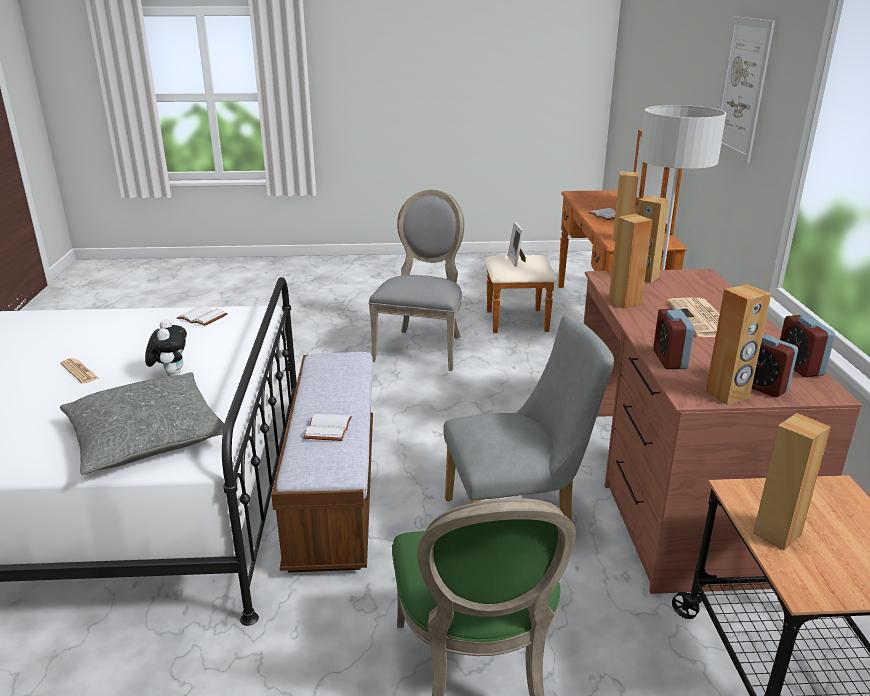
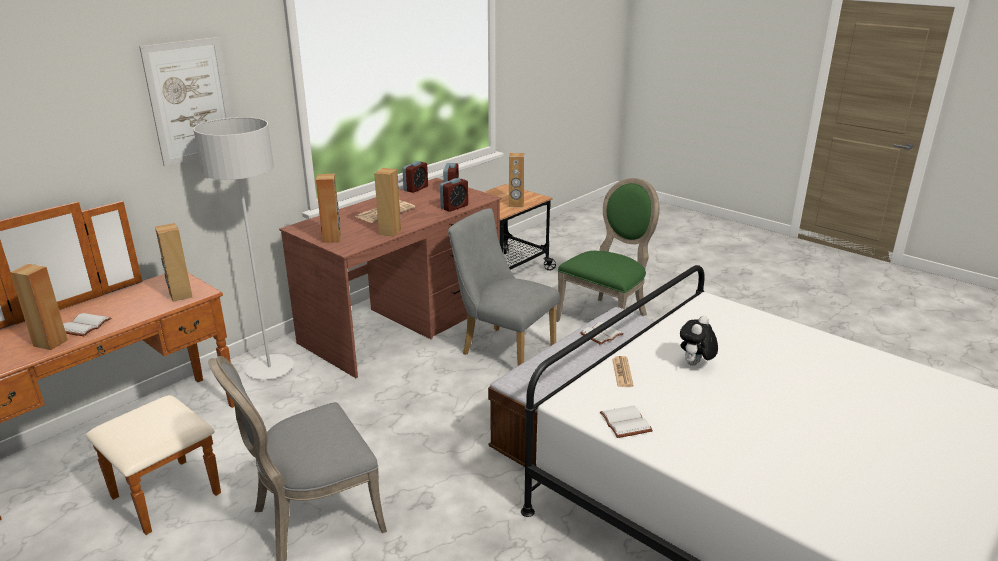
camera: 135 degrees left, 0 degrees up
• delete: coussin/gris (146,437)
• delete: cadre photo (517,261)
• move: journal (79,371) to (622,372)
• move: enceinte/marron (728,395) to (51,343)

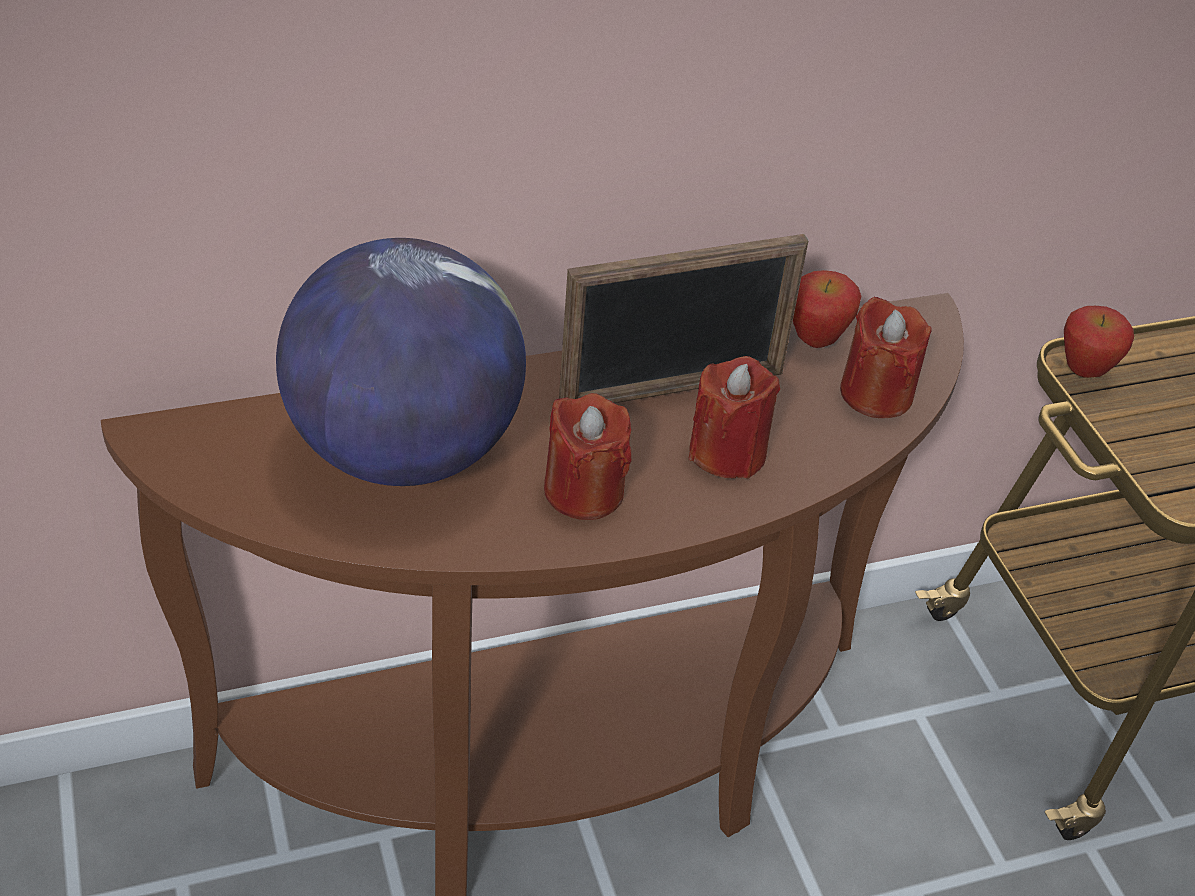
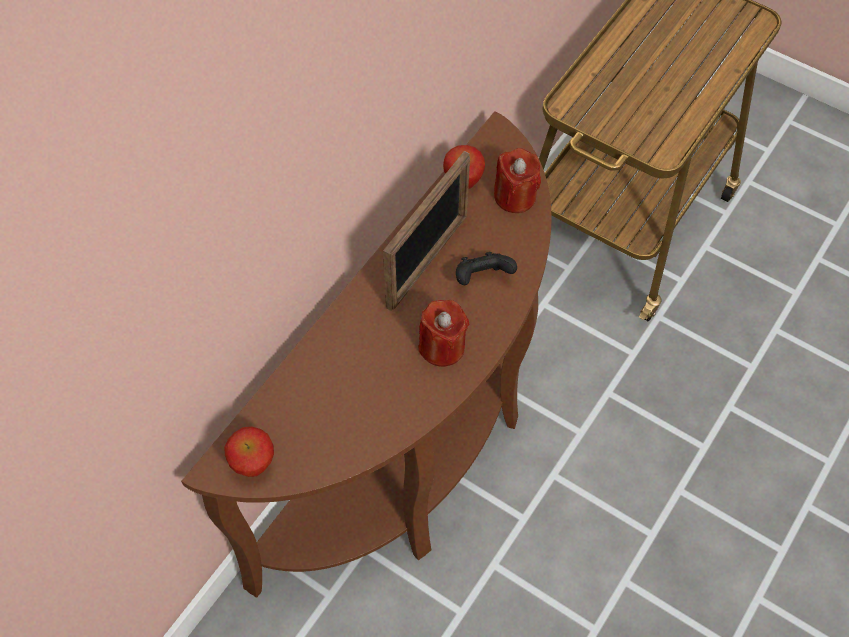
camera: 35 degrees left, 15 degrees up
• delete: globe (404,451)
• move: pomme (1084,371) to (254,465)
• replace: bougie/rouge (727,452) to manette/noir (482,278)

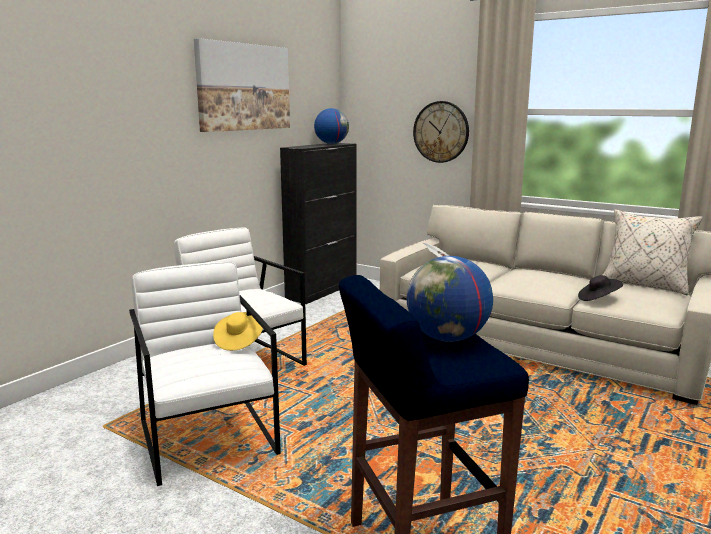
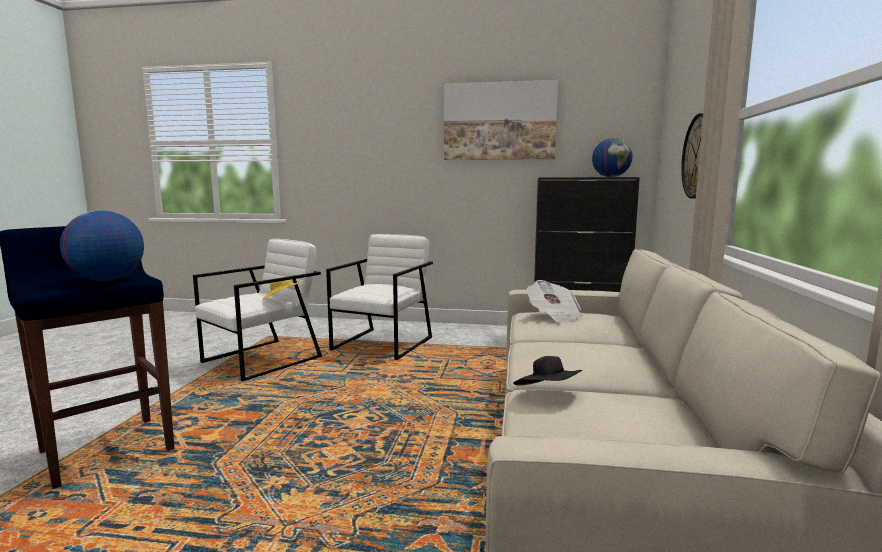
camera: 65 degrees right, 5 degrees down
• delete: coussin/beige (644,285)

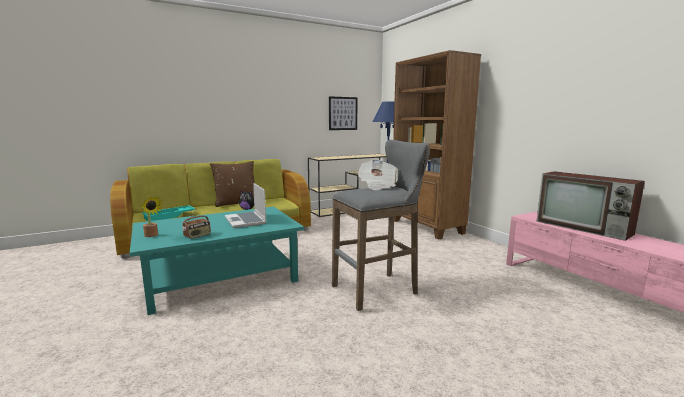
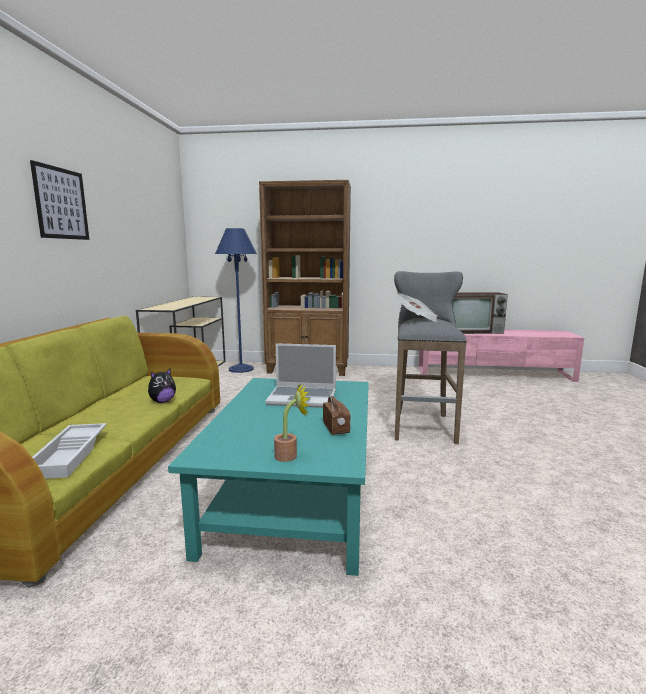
camera: 55 degrees left, 0 degrees up
• delete: coussin/marron (236,203)
• move: tableau (343,113) to (61,203)
• recolor: plateau/turquoise (169,216) to plateau/blanc (71,455)

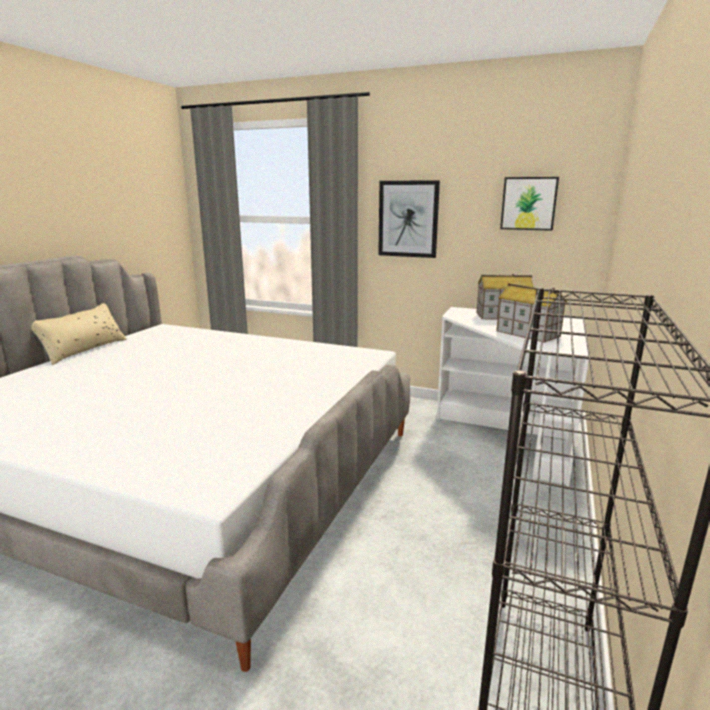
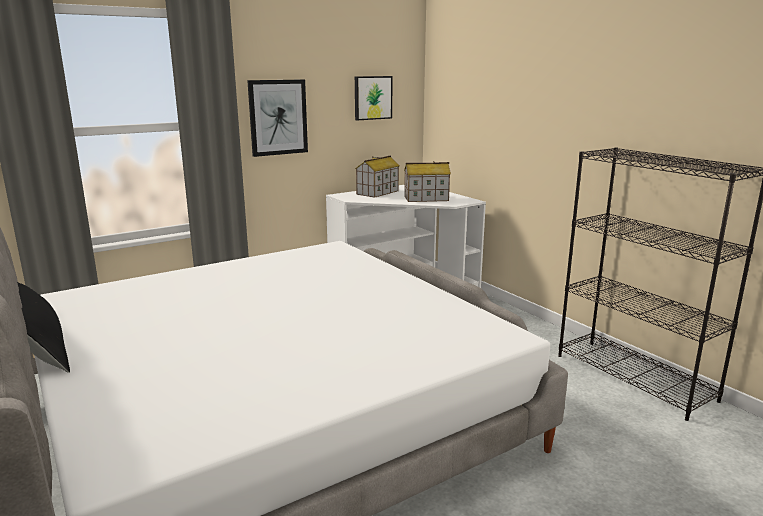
camera: 55 degrees left, 0 degrees up
• recolor: coussin/beige (84,350) to coussin/noir (42,349)

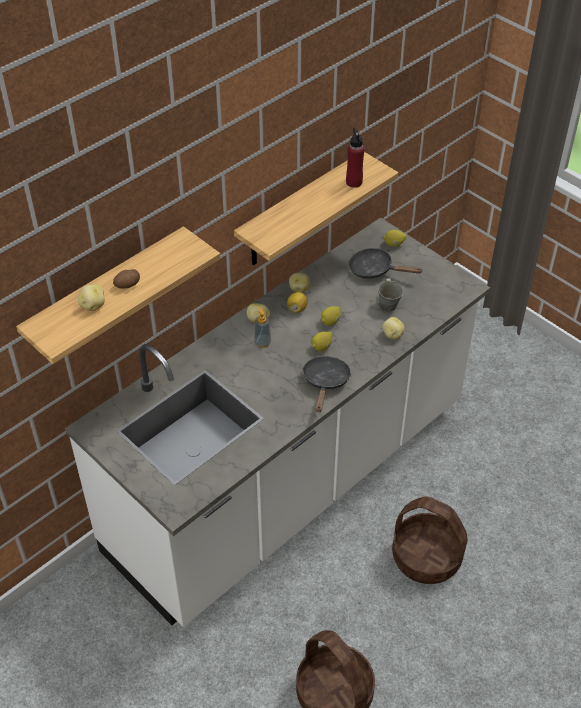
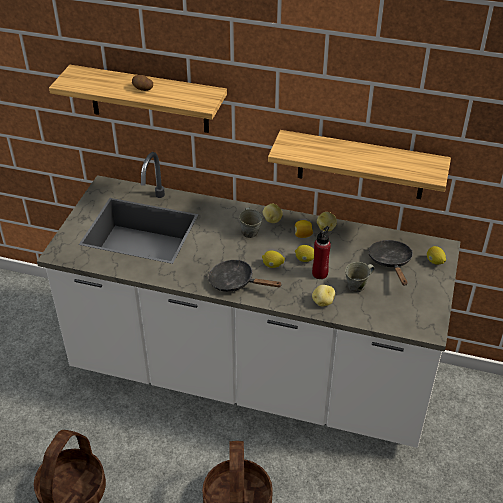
camera: 60 degrees right, 5 degrees down
• delete: pomme de terre (92,305)
• move: bouteille/rouge (354,182) to (320,273)
• replace: distributeur de savon (262,342) to mug/gris (250,231)
• rotate: poêle/noir (325,382) = (235,282) 135 degrees counterclockwise

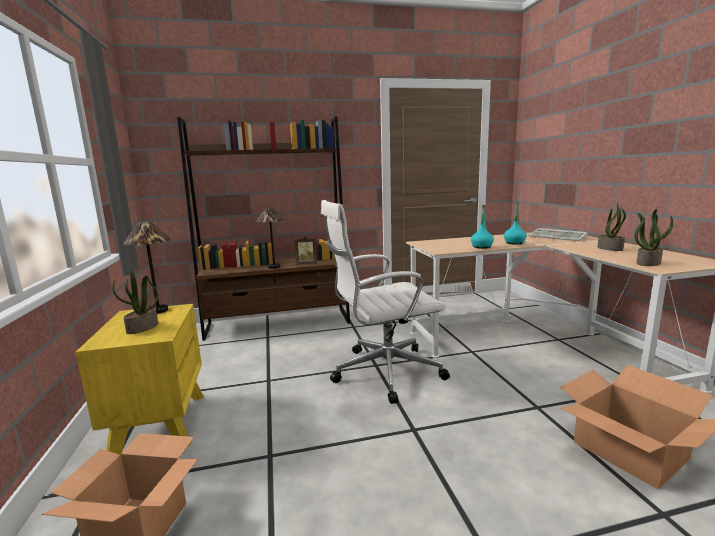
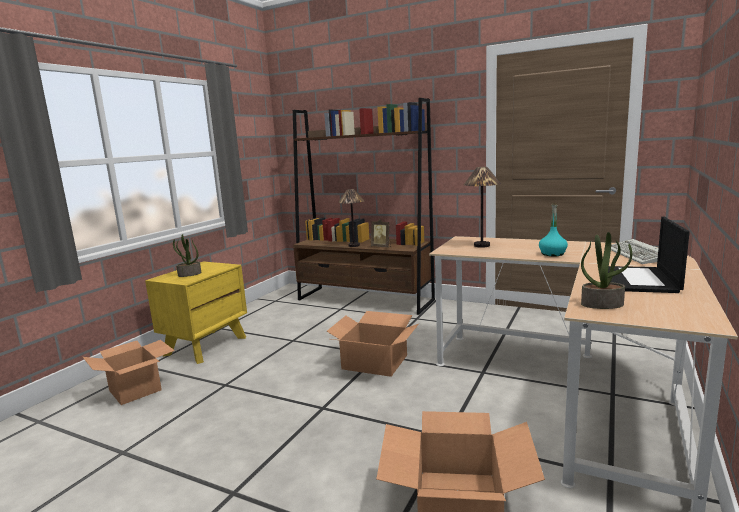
camera: 40 degrees right, 0 degrees up
• delete: bouteille/turquoise (482,247)
• move: lampe de table (158,311) to (481,245)
• replace: chaise de bureau/blanc (383,372) to carton (375,362)
• replace: plante en pot (610,248) to ordinateur portable (639,280)

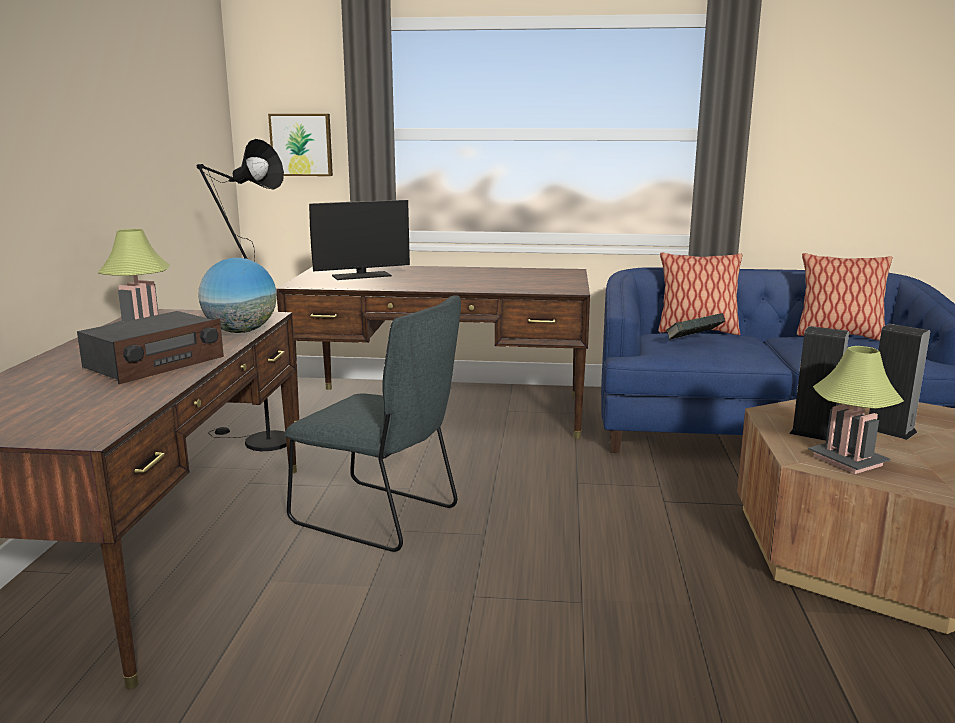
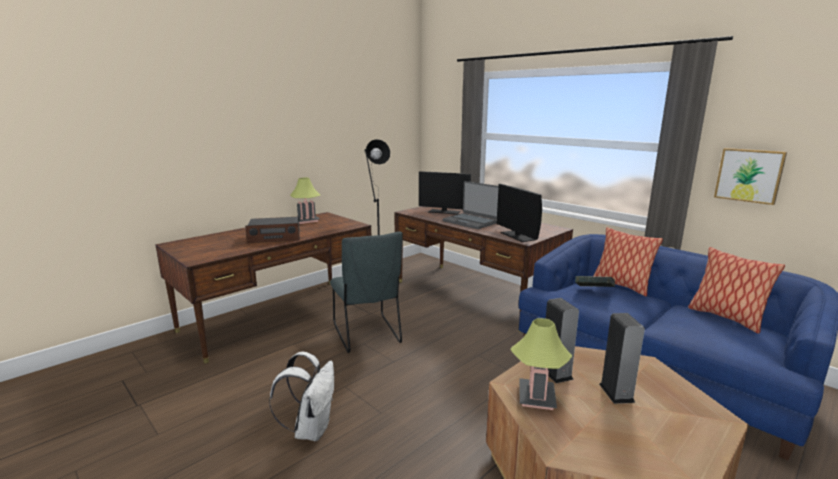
camera: 40 degrees right, 0 degrees up
• delete: globe (241,331)
• insert: sac à dos/blanc (311,429)
• insert: ordinateur portable (470,222)
• insert: écran d'ordinateur (517,236)
• move: tableau (301,144) to (749,175)

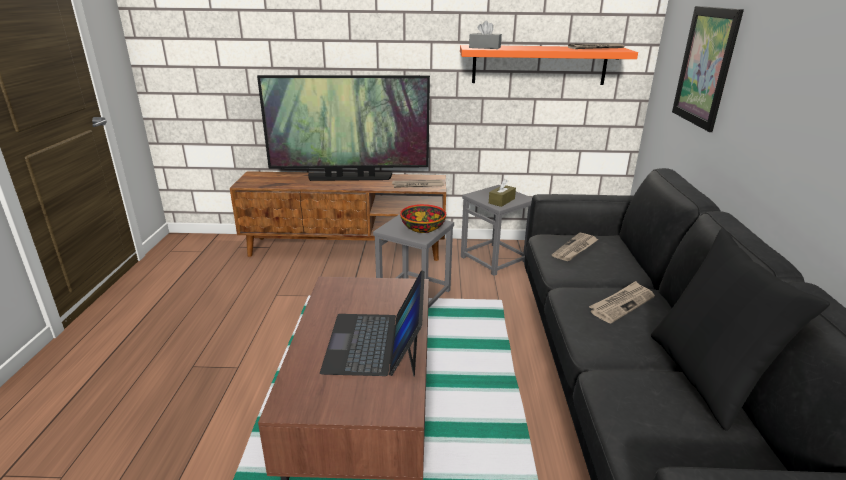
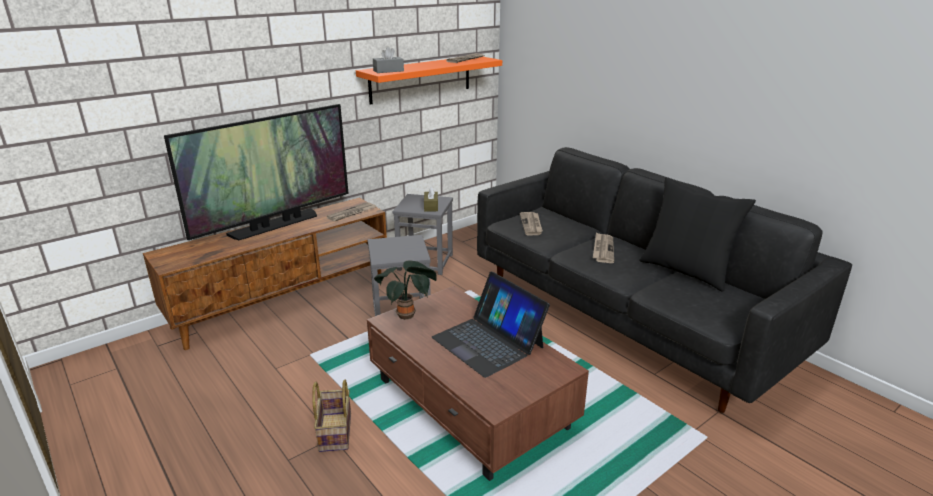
camera: 40 degrees left, 0 degrees up
• delete: bol (423,228)
• delete: tableau (705,67)
• insert: panier (334,431)
• insert: plante en pot (408,315)

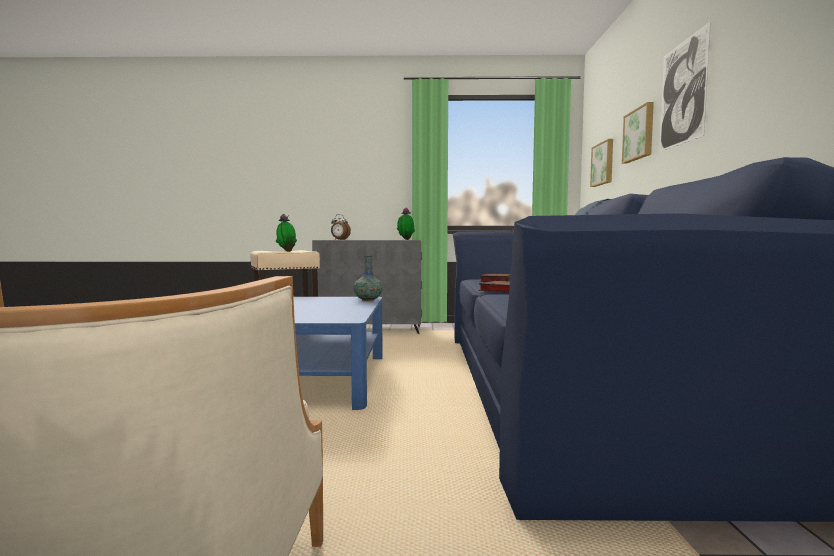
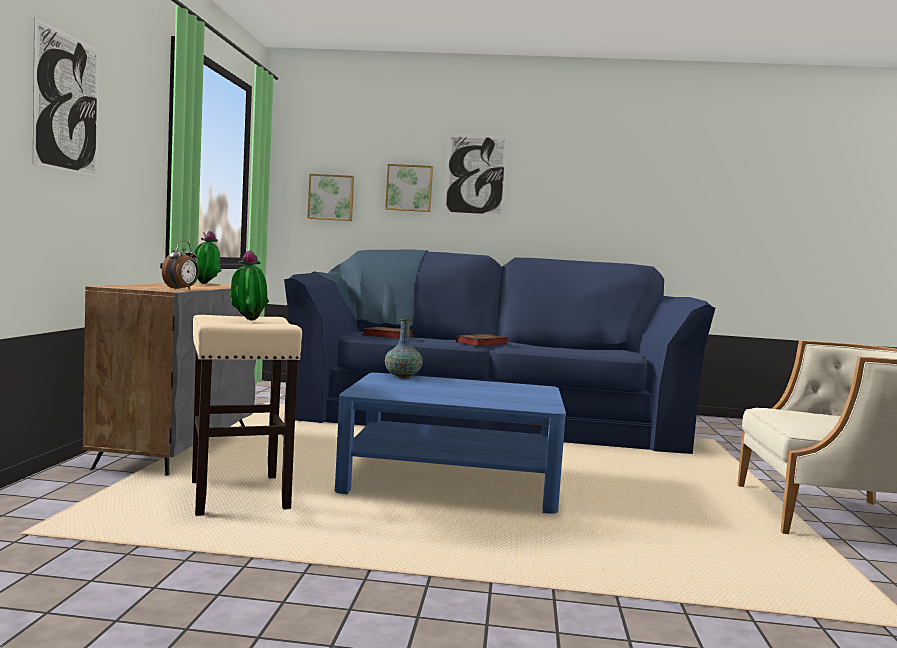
camera: 85 degrees left, 0 degrees up
• insert: tableau (67,103)

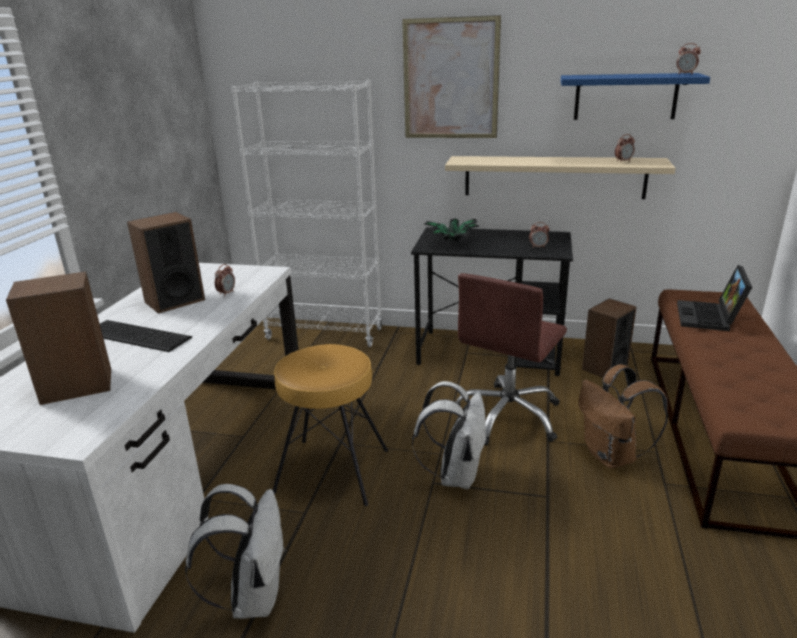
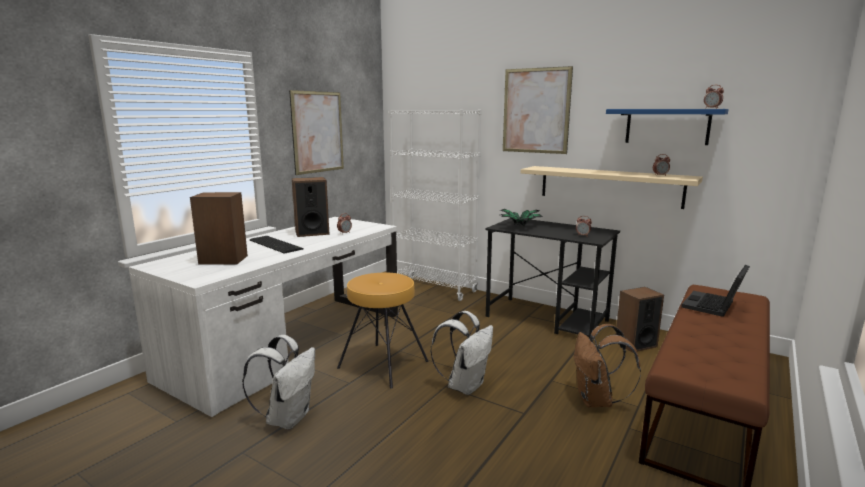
camera: 20 degrees right, 10 degrees down
• delete: chaise de bureau/marron (508,416)
• insert: tableau (318,132)

